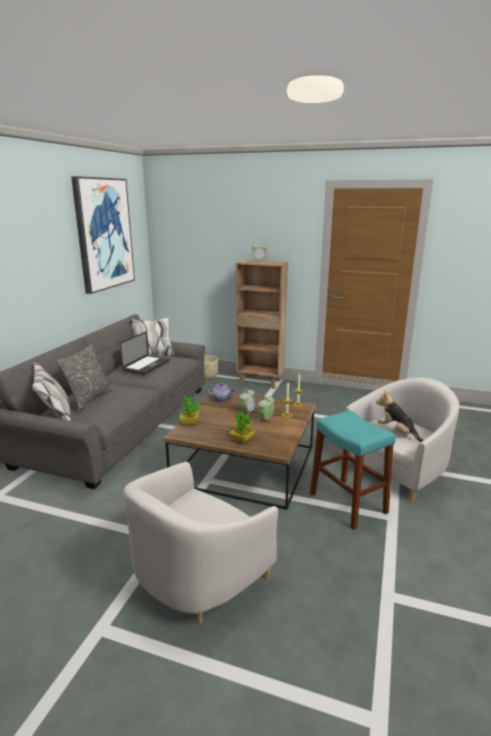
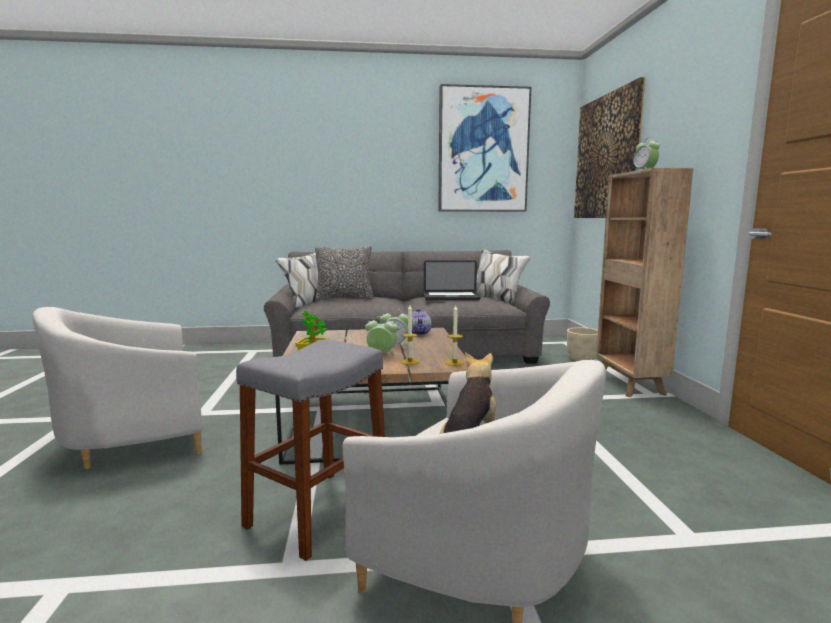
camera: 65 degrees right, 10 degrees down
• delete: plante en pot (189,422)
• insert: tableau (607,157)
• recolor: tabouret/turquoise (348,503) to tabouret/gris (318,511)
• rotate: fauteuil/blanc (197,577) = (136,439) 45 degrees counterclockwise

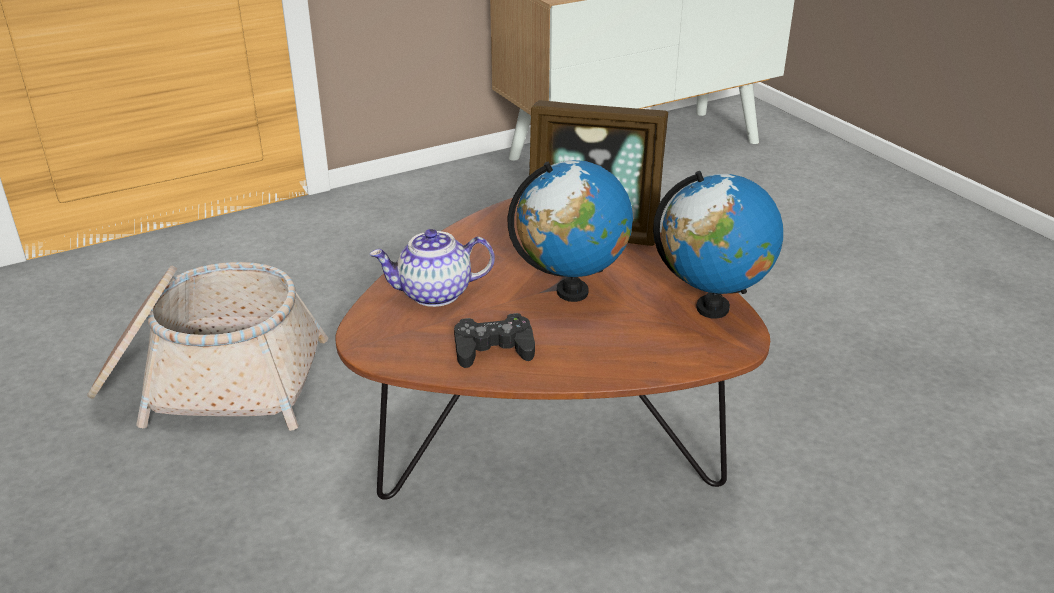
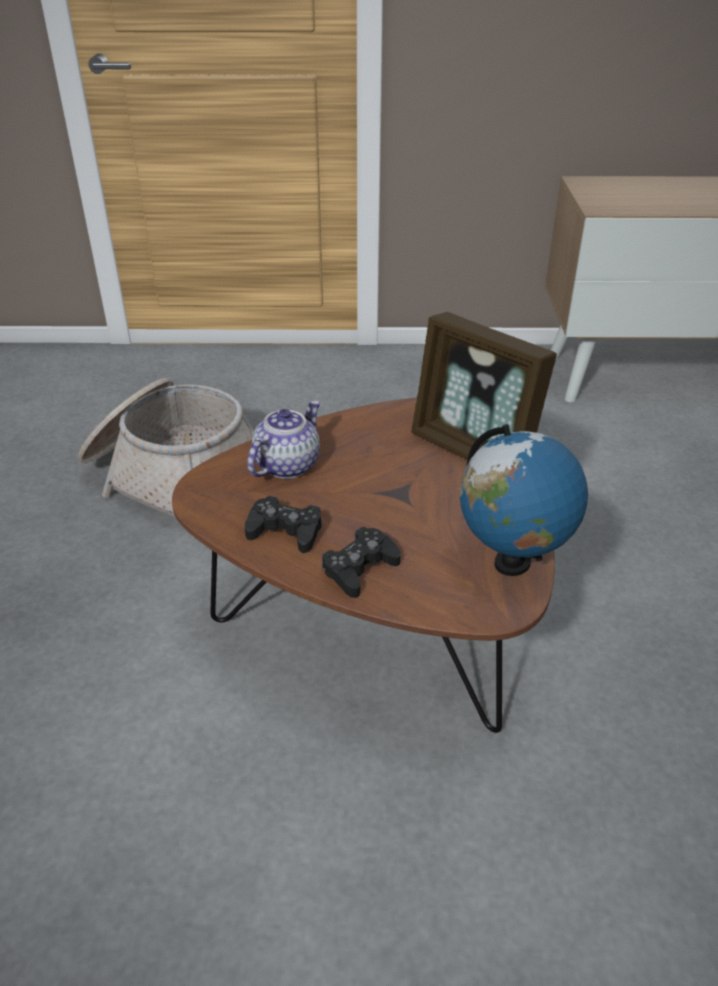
camera: 30 degrees right, 5 degrees up
• delete: globe (572,292)
• insert: manette/noir (359,568)
• rotate: théière (434,294) = (286,465) 105 degrees clockwise

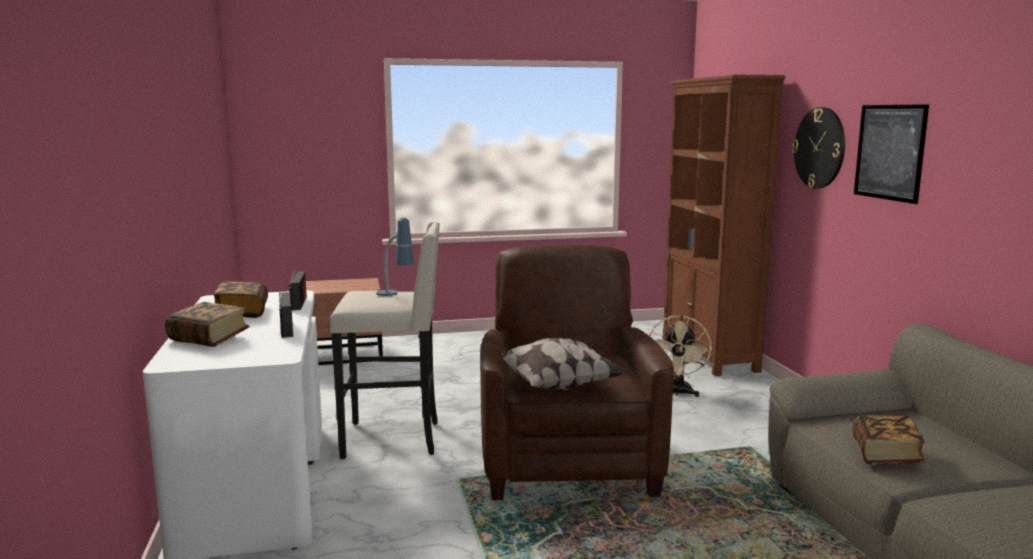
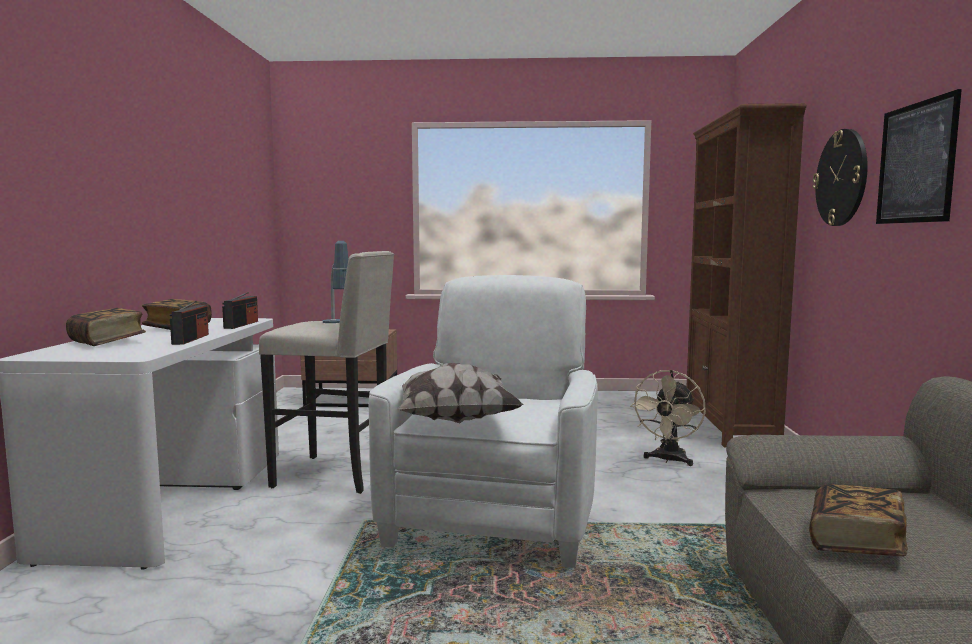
camera: 15 degrees right, 5 degrees down
• recolor: fauteuil/marron (567,462) to fauteuil/blanc (494,517)

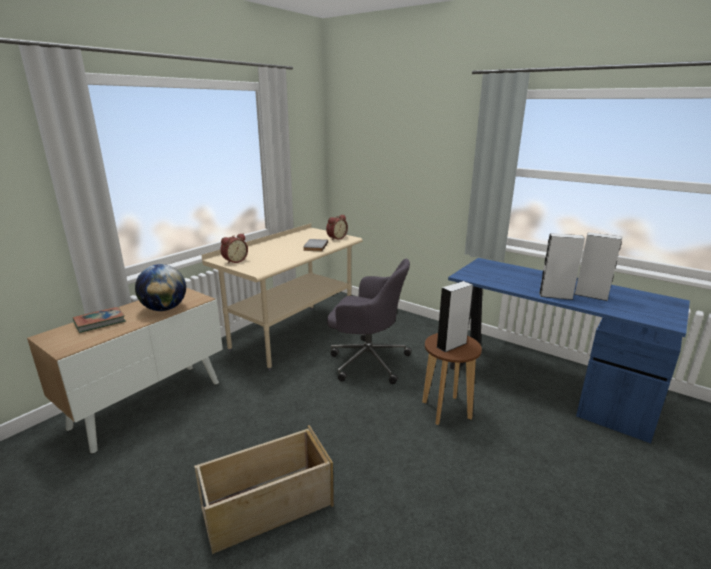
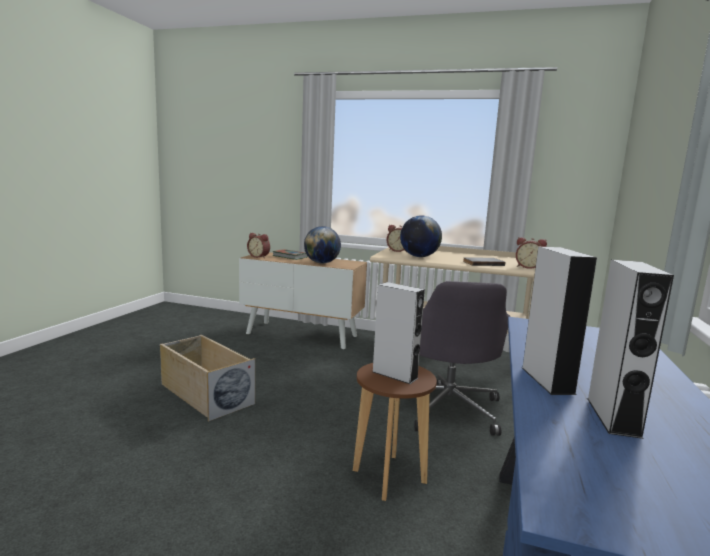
camera: 70 degrees right, 10 degrees down
• insert: réveil (259,256)
• insert: globe (419,257)

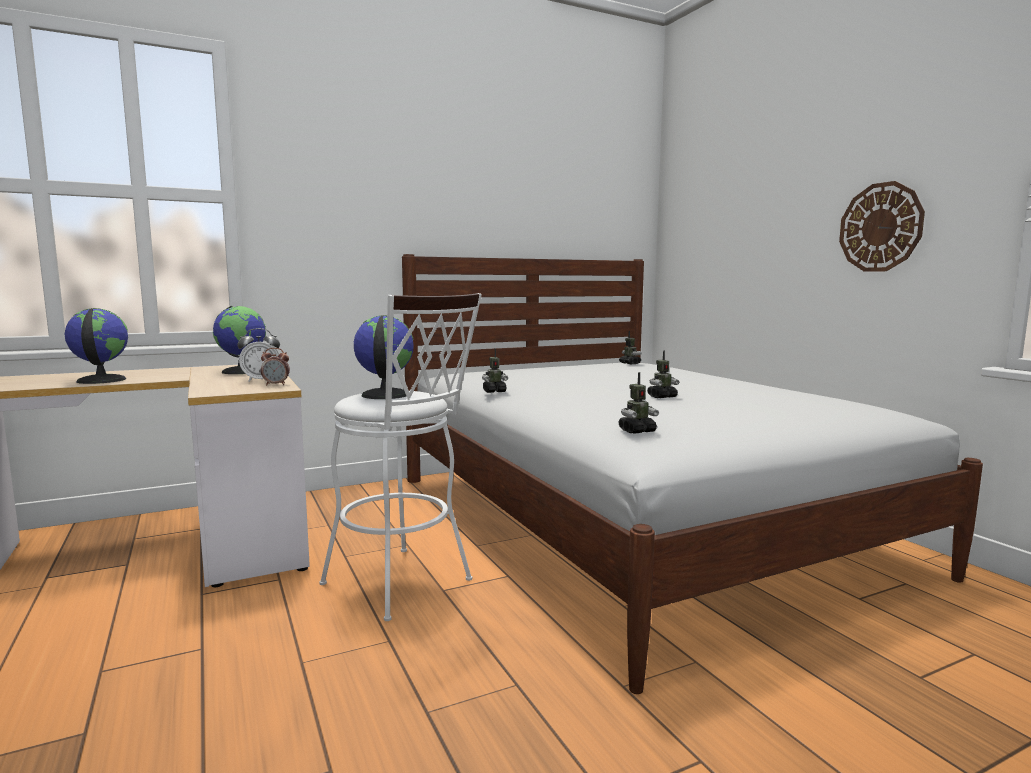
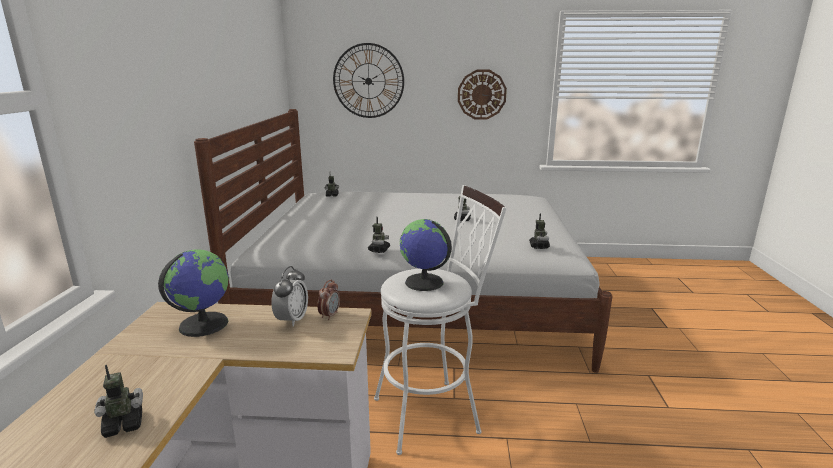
camera: 60 degrees left, 10 degrees up
• insert: horloge murale (368,81)
• replace: globe (100,380) to robot jouet (123,425)

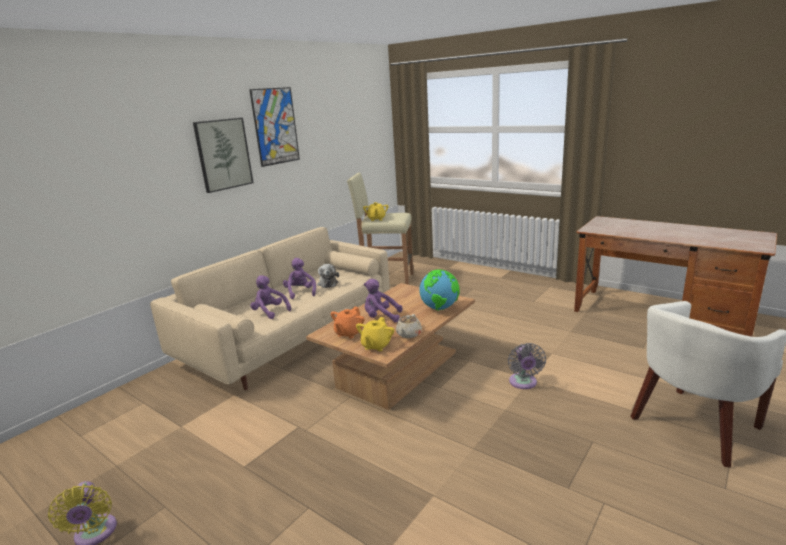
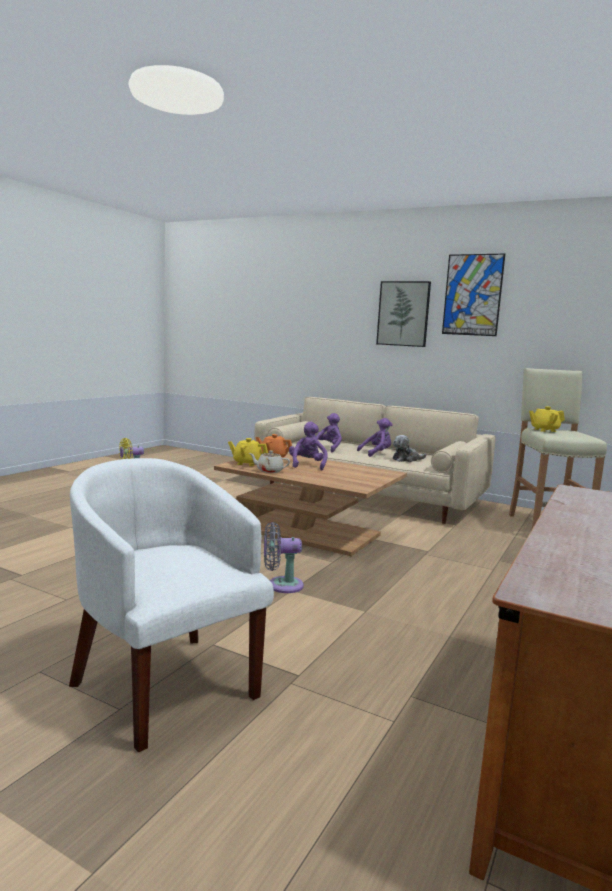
camera: 80 degrees right, 10 degrees down
• delete: globe (440,308)

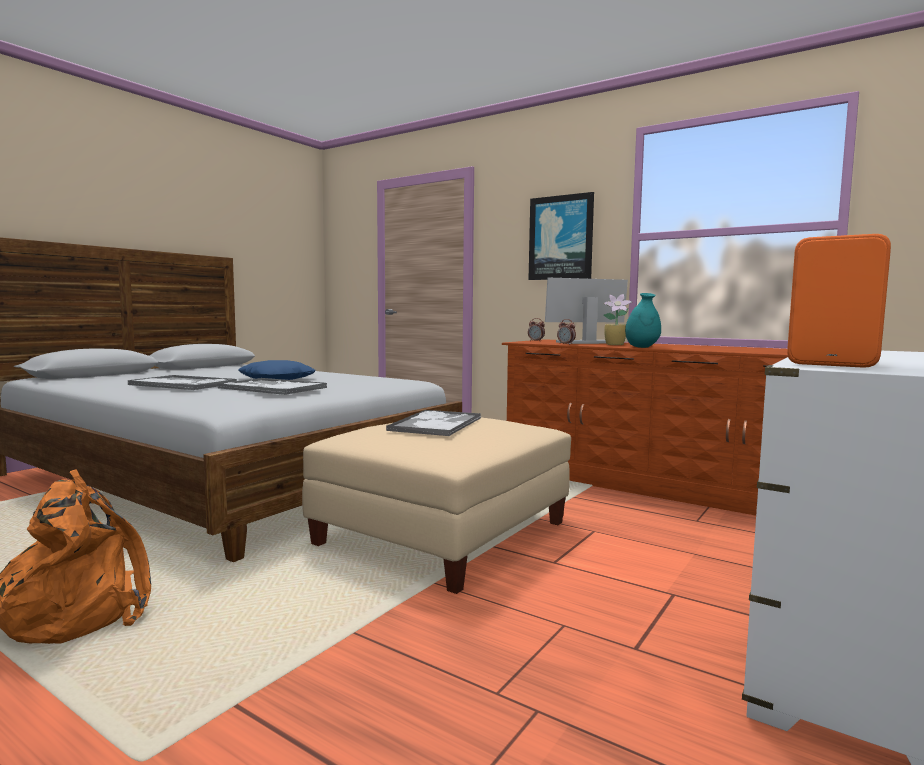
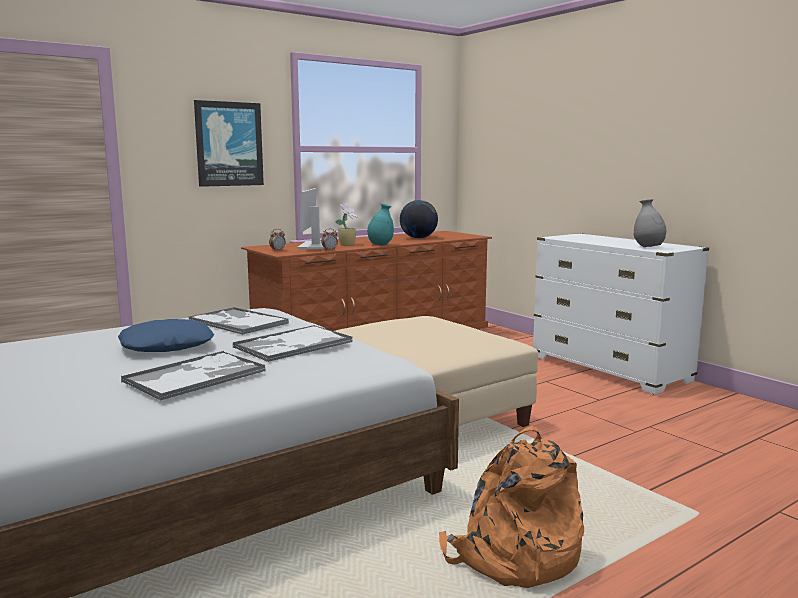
camera: 70 degrees left, 5 degrees up
• insert: globe (418,238)
• move: plateau (436,424) to (237,322)
• replace: enceinte/orange (838,363) to vase/gris (648,247)

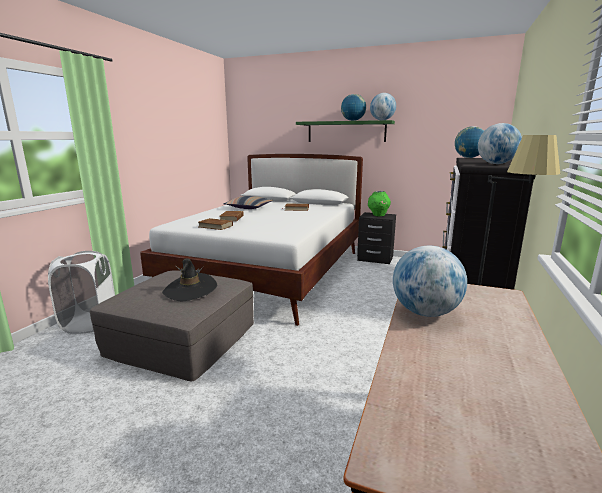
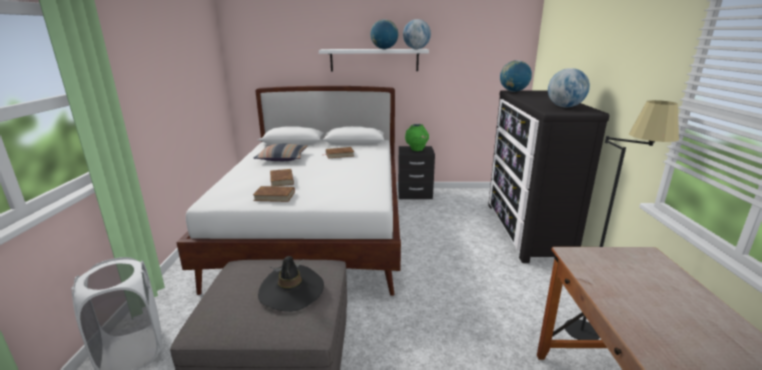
camera: 20 degrees left, 5 degrees up
• delete: globe (425,313)
• recolor: étagère/vert (346,131) to étagère/blanc (374,60)

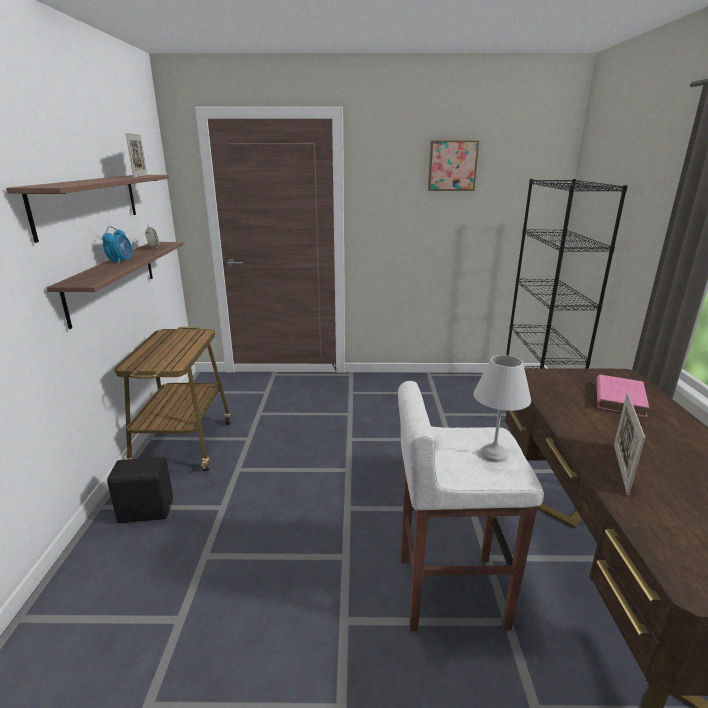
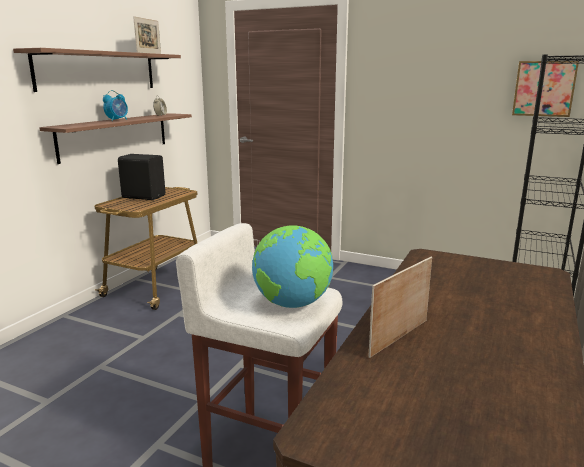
camera: 25 degrees right, 5 degrees down
• delete: livre/rose (619,398)
• move: enceinte/noir (146,510) to (144,196)
• move: tableau (452,165) to (544,88)
• replace: lampe de table/blanc (495,454) to globe (293,304)

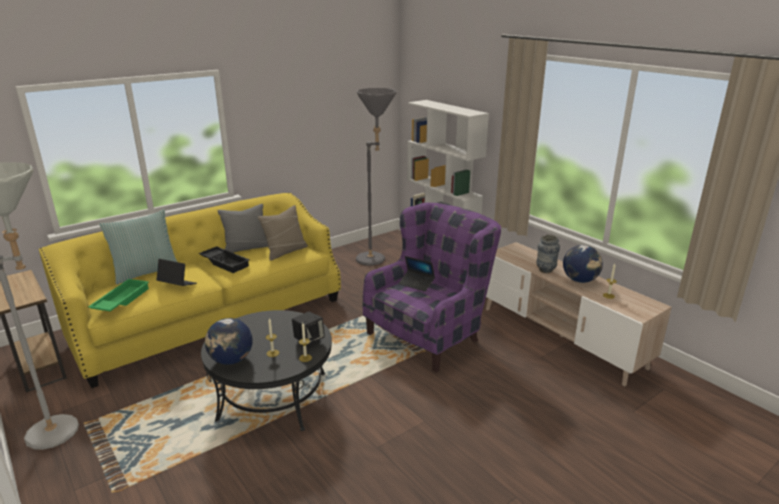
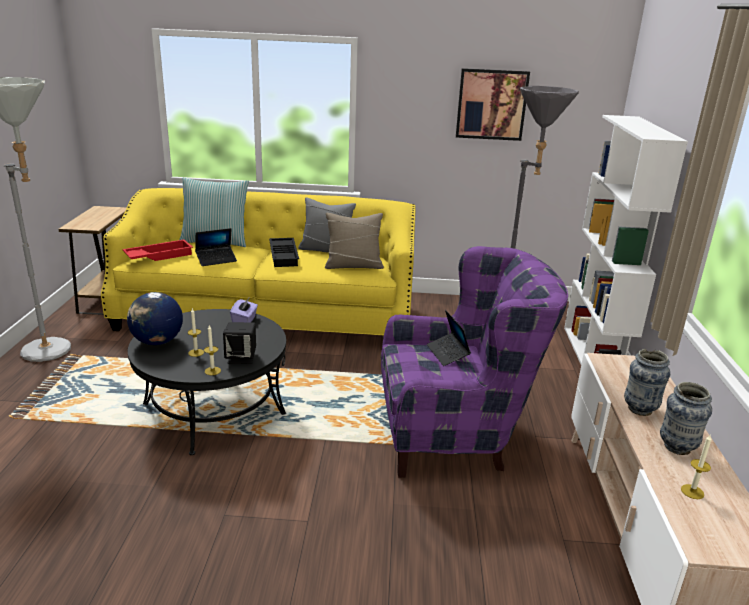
camera: 40 degrees right, 0 degrees up
• insert: boîte à mouchoirs/violet (245,321)
• insert: tableau (491,104)
• replace: globe (580,280) to vase (677,447)
• recolor: plateau/vert (121,300) to plateau/rouge (159,255)
• rotate: ordinateur portable (177,285) = (216,260) 90 degrees clockwise

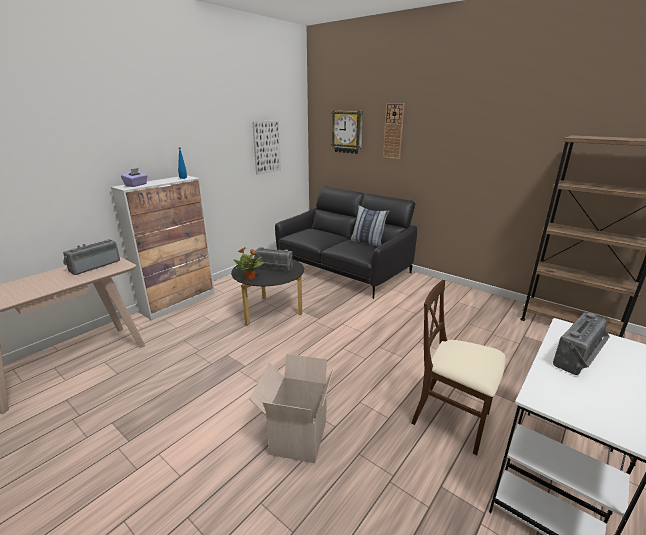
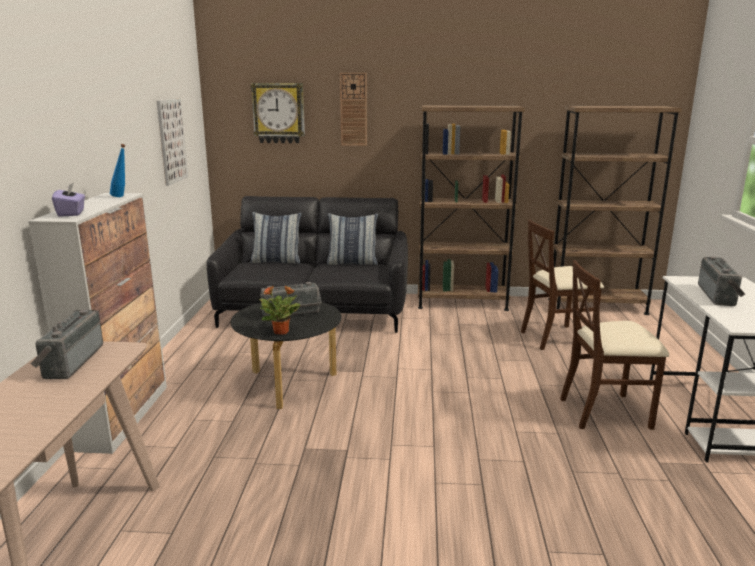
camera: 35 degrees left, 5 degrees down
• delete: carton (297,436)
• insert: coussin (277,261)
• insert: bibliothèque/marron (462,303)
• insert: chaise/beige (556,338)

